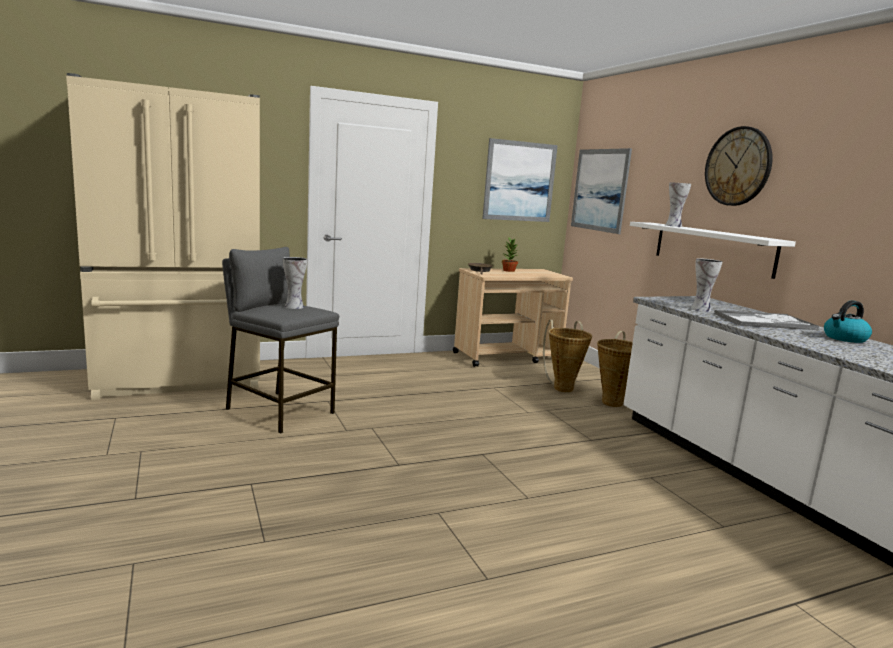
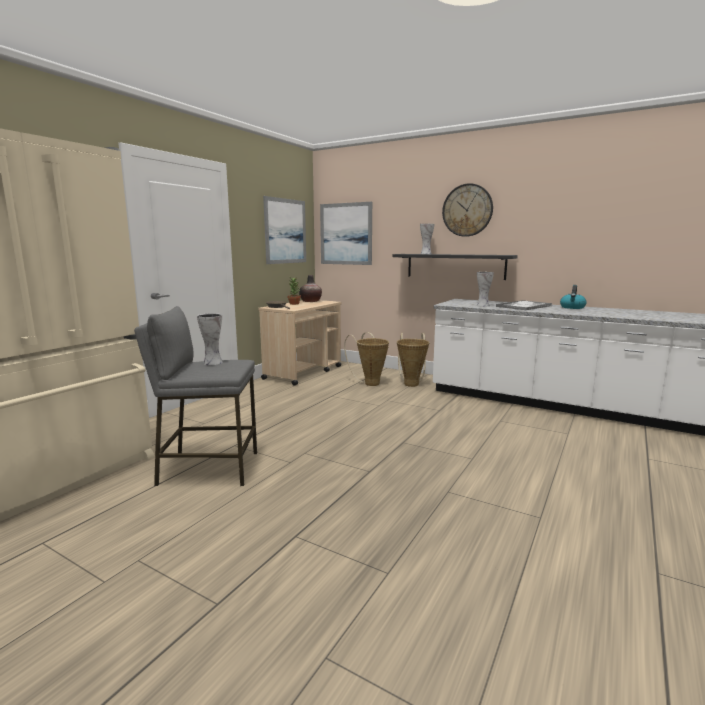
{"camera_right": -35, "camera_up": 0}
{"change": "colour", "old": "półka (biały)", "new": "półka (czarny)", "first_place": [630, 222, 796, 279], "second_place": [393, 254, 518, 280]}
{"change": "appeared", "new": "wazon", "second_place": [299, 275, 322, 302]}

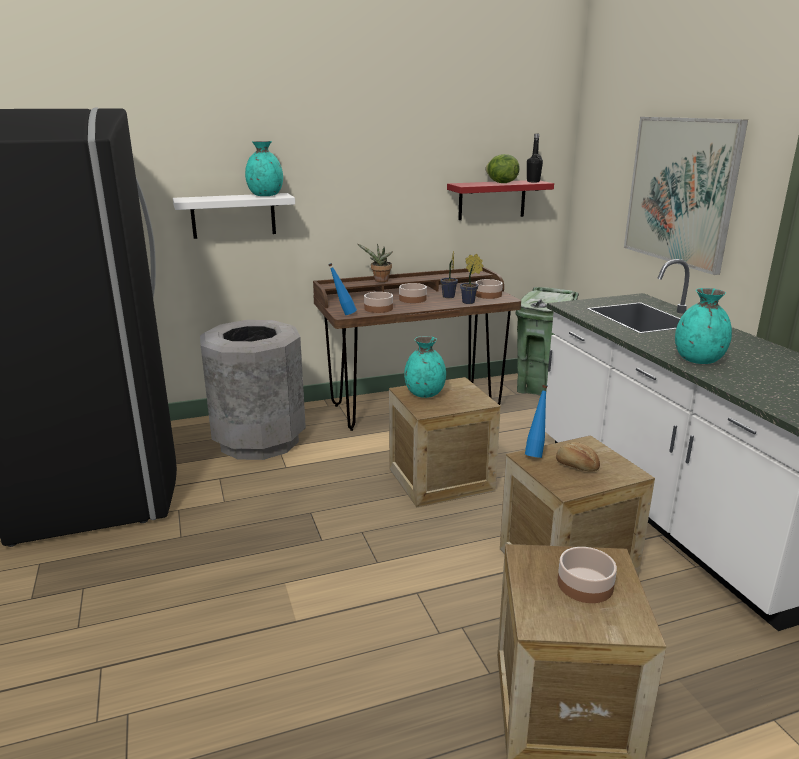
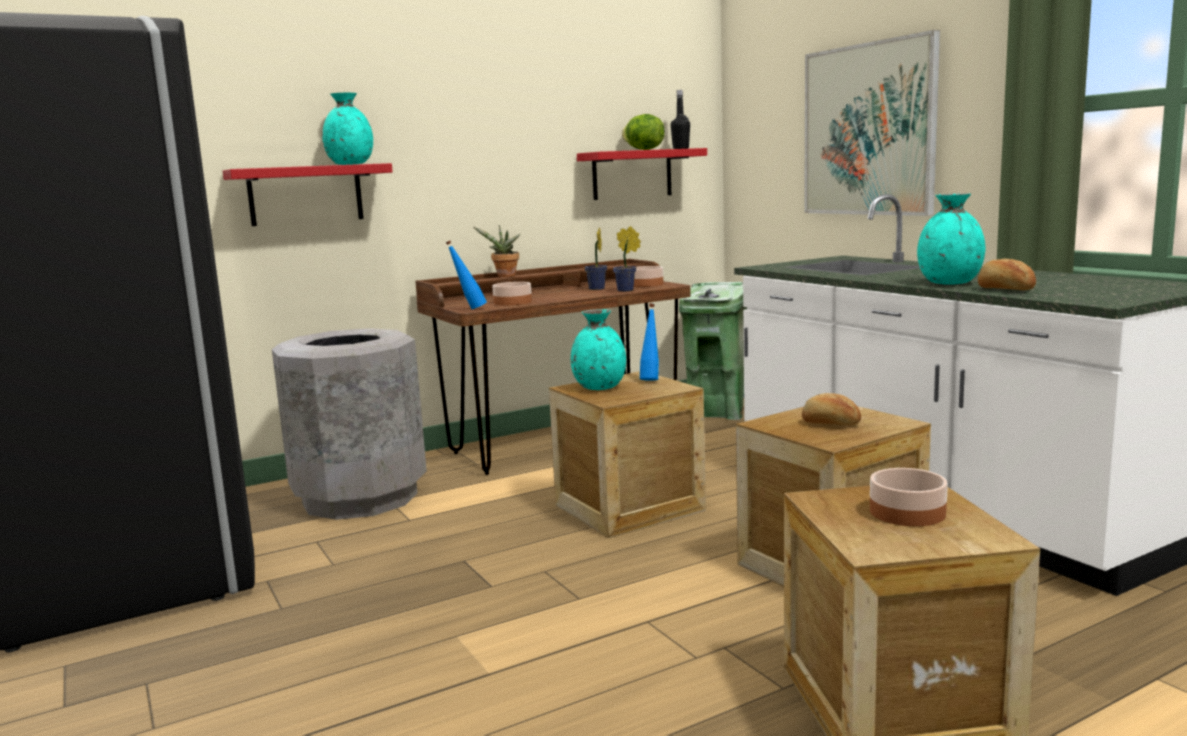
{"camera_right": -10, "camera_up": -10}
{"change": "colour", "old": "półka (biały)", "new": "półka (czerwony)", "first_place": [173, 193, 295, 239], "second_place": [223, 163, 393, 226]}
{"change": "missing", "old": "miska", "first_place": [399, 283, 427, 303]}
{"change": "relocated", "old": "butelka (niebieski)", "first_place": [525, 385, 547, 458], "second_place": [640, 303, 659, 381]}
{"change": "appeared", "new": "chleb", "second_place": [978, 259, 1036, 290]}

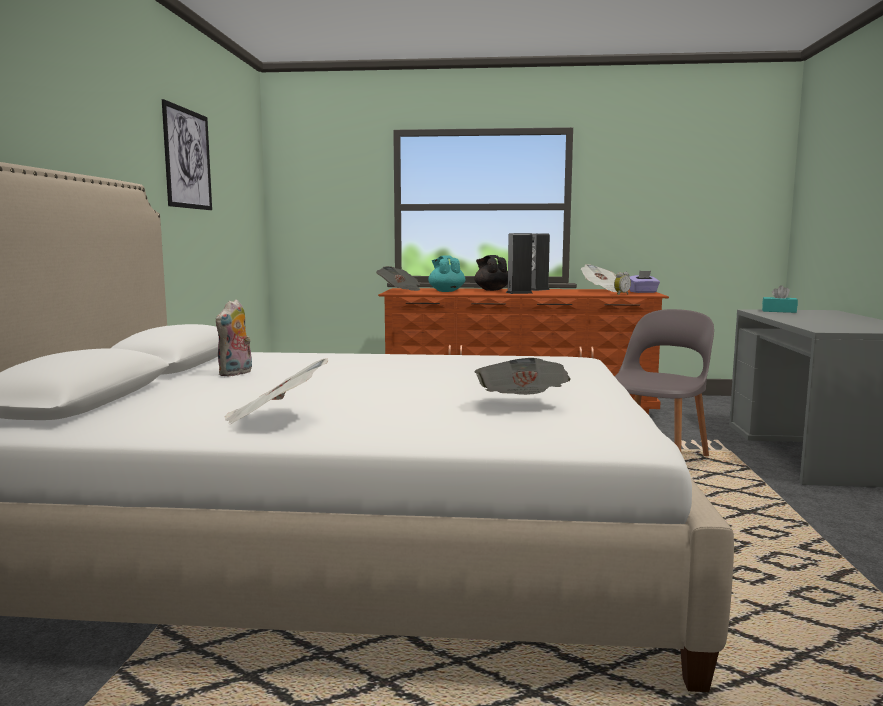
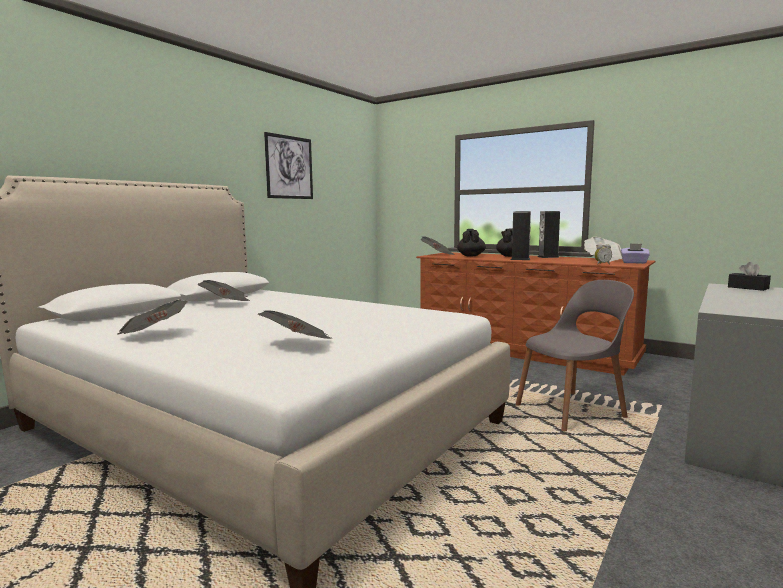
{"camera_right": 30, "camera_up": 0}
{"change": "colour", "old": "imbryk (turkusowy)", "new": "imbryk (czarny)", "first_place": [428, 255, 465, 292], "second_place": [457, 229, 486, 257]}
{"change": "colour", "old": "pudełko chusteczek (turkusowy)", "new": "pudełko chusteczek (czarny)", "first_place": [762, 285, 798, 313], "second_place": [728, 262, 771, 291]}
{"change": "exchanged", "old": "pluszak", "new": "gazeta", "first_place": [216, 299, 252, 377], "second_place": [198, 280, 250, 301]}

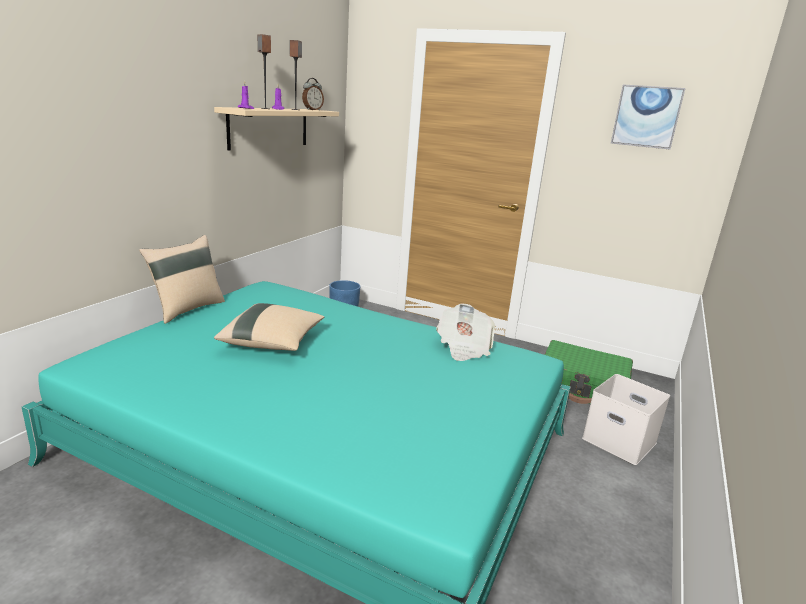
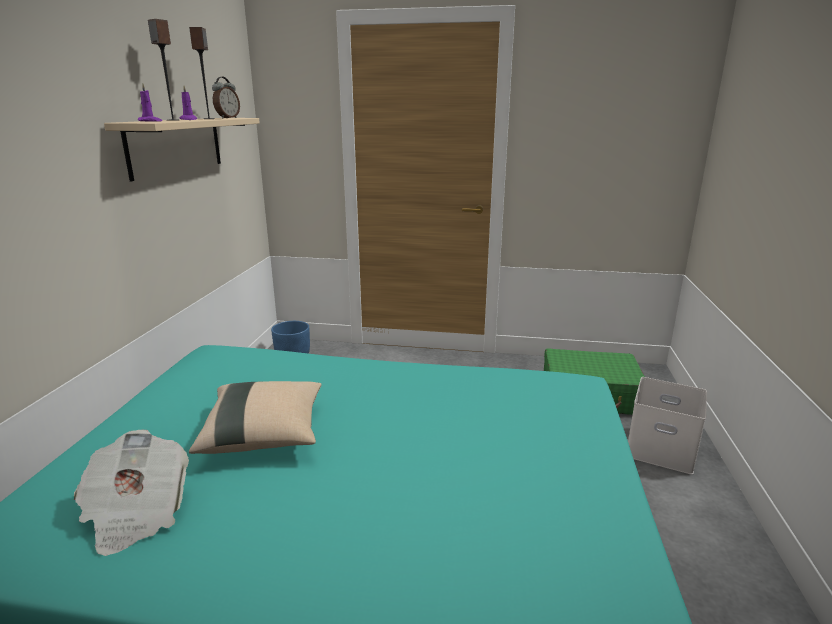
{"camera_right": -15, "camera_up": 0}
{"change": "missing", "old": "obraz", "first_place": [611, 84, 685, 149]}
{"change": "missing", "old": "poduszka (beżowy)", "first_place": [139, 235, 225, 324]}
{"change": "relocated", "old": "gazeta", "first_place": [436, 304, 495, 361], "second_place": [74, 430, 189, 556]}

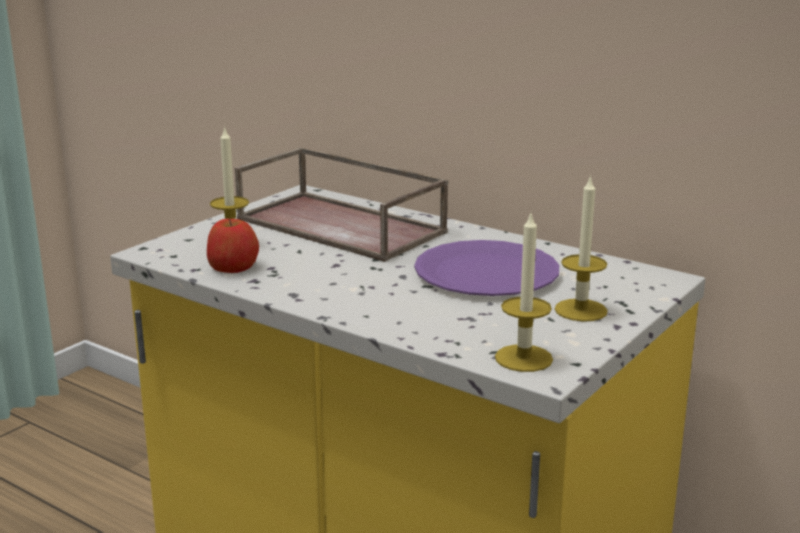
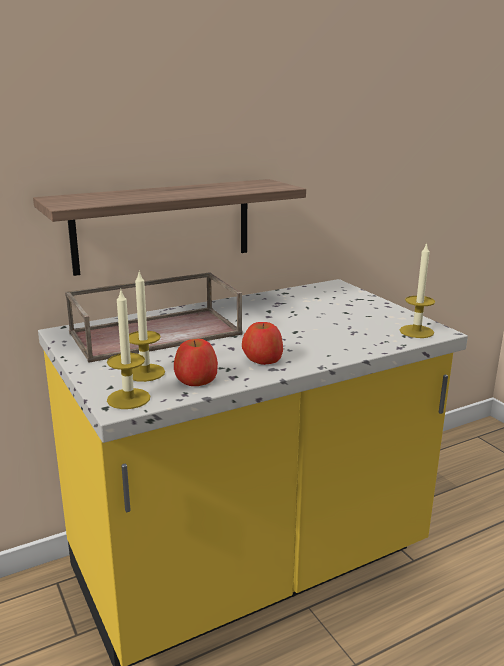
{"camera_right": -65, "camera_up": 0}
{"change": "relocated", "old": "świeca", "first_place": [555, 175, 608, 322], "second_place": [107, 291, 150, 409]}
{"change": "missing", "old": "talerz (fioletowy)", "first_place": [414, 240, 559, 296]}
{"change": "appeared", "new": "półka", "second_place": [33, 179, 306, 276]}
{"change": "appeared", "new": "jabłko", "second_place": [242, 322, 283, 365]}

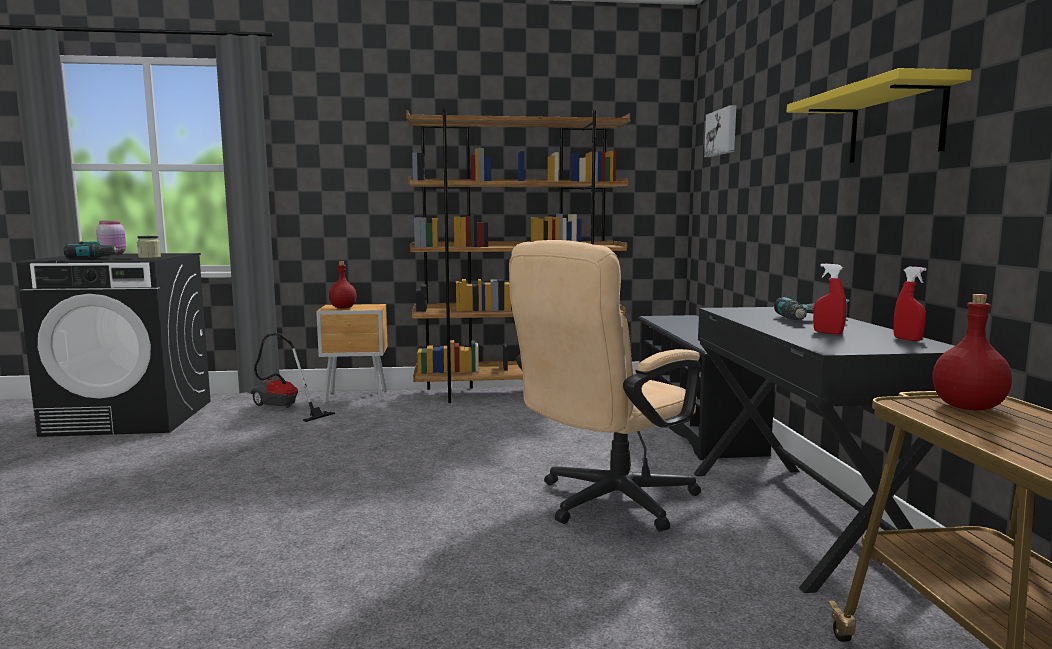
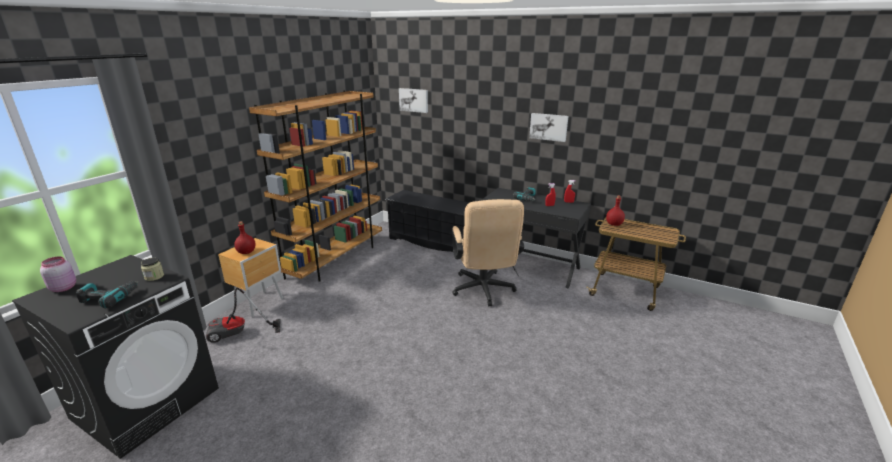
{"camera_right": -55, "camera_up": 15}
{"change": "exchanged", "old": "półka (żółty)", "new": "obraz", "first_place": [787, 68, 972, 163], "second_place": [529, 113, 568, 142]}

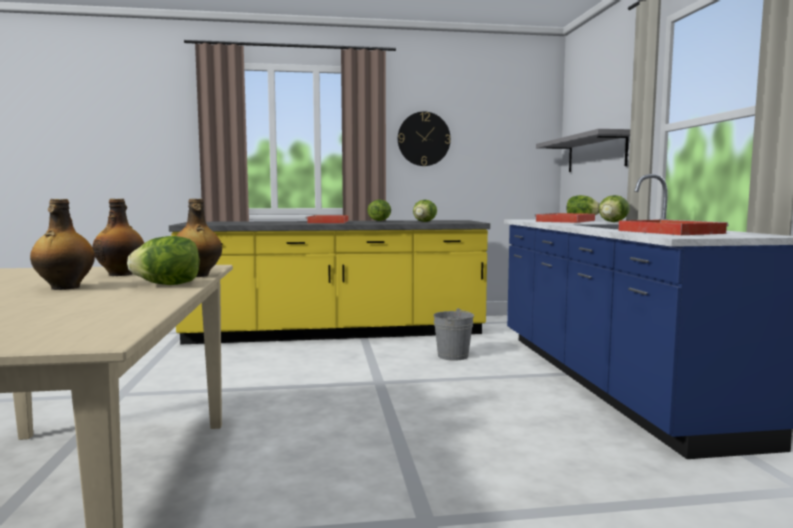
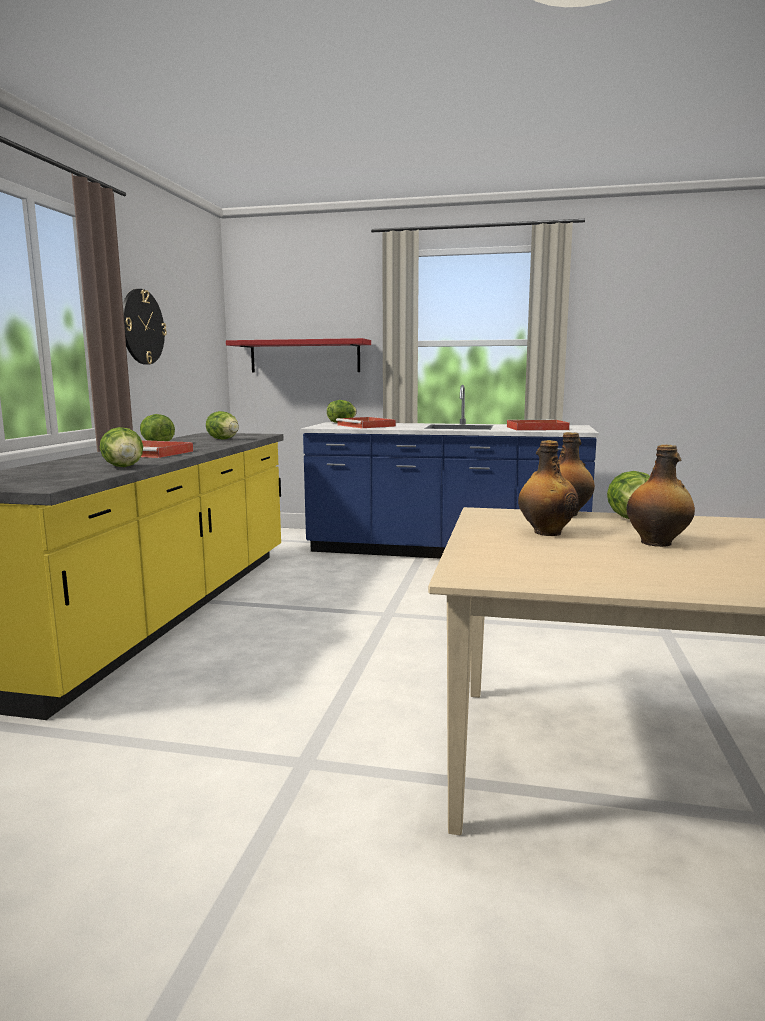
{"camera_right": -70, "camera_up": 5}
{"change": "colour", "old": "półka (szary)", "new": "półka (czerwony)", "first_place": [536, 129, 630, 172], "second_place": [226, 338, 371, 373]}
{"change": "relocated", "old": "sałata", "first_place": [599, 195, 630, 222], "second_place": [100, 427, 143, 467]}
{"change": "missing", "old": "wiadro (szary)", "first_place": [434, 308, 474, 361]}

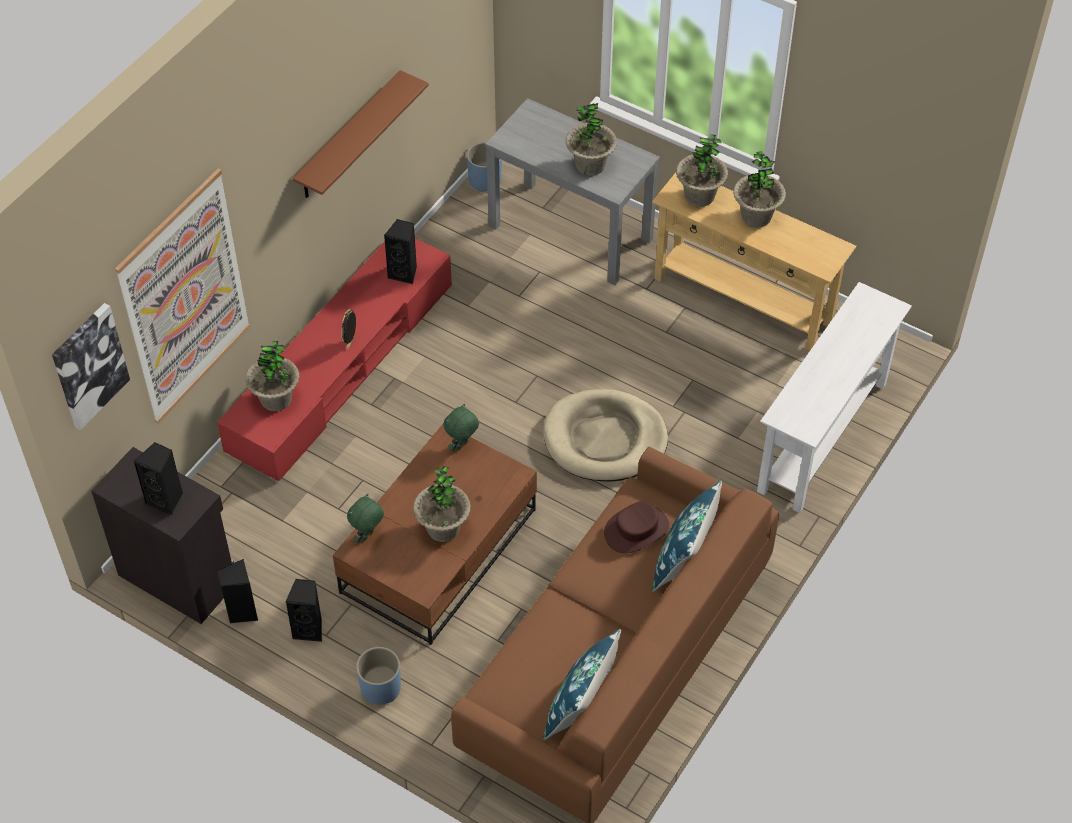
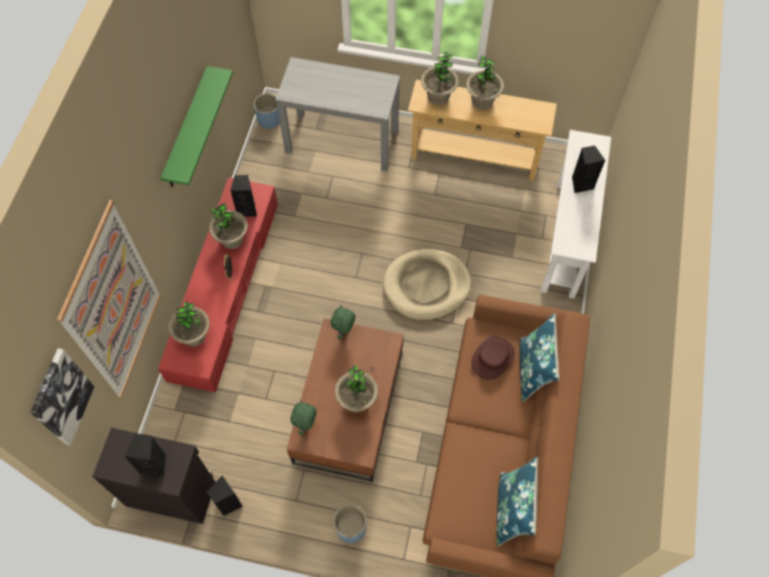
{"camera_right": -20, "camera_up": 10}
{"change": "colour", "old": "półka (brązowy)", "new": "półka (zielony)", "first_place": [292, 70, 429, 198], "second_place": [160, 66, 233, 187]}
{"change": "relocated", "old": "roślina doniczkowa", "first_place": [565, 103, 617, 176], "second_place": [209, 203, 248, 249]}
{"change": "relocated", "old": "głośnik (czarny)", "first_place": [286, 579, 322, 642], "second_place": [572, 145, 605, 193]}

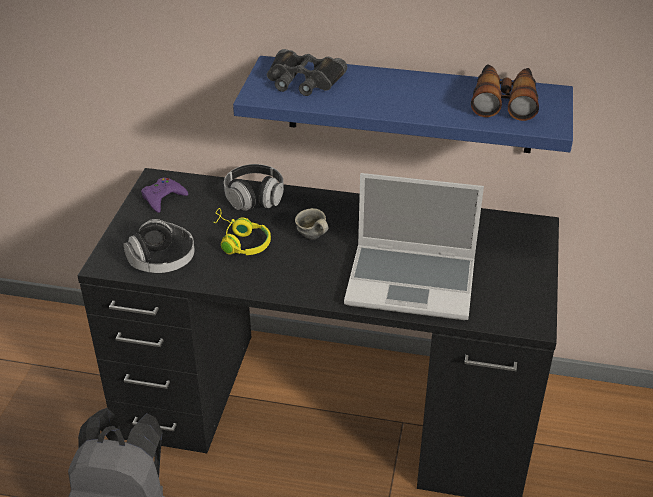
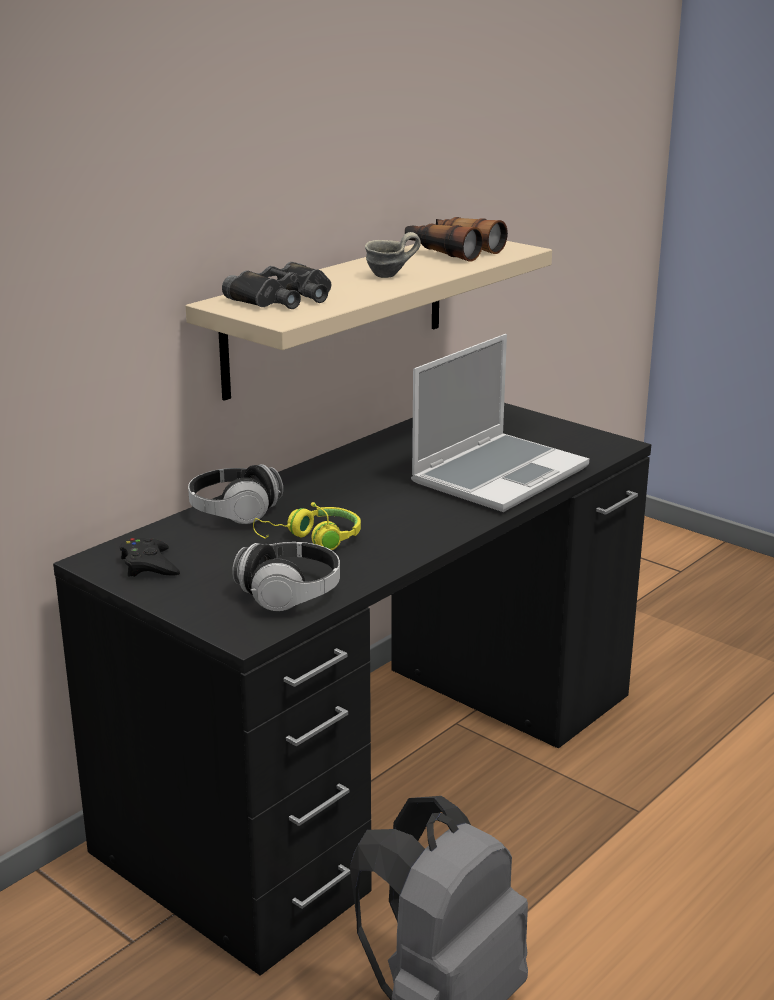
{"camera_right": -60, "camera_up": -15}
{"change": "colour", "old": "półka (niebieski)", "new": "półka (beżowy)", "first_place": [233, 56, 573, 153], "second_place": [186, 241, 552, 401]}
{"change": "colour", "old": "pad do gier (fioletowy)", "new": "pad do gier (czarny)", "first_place": [141, 178, 188, 213], "second_place": [120, 538, 180, 577]}
{"change": "relocated", "old": "kubek (szary)", "first_place": [295, 208, 328, 240], "second_place": [365, 232, 421, 278]}

